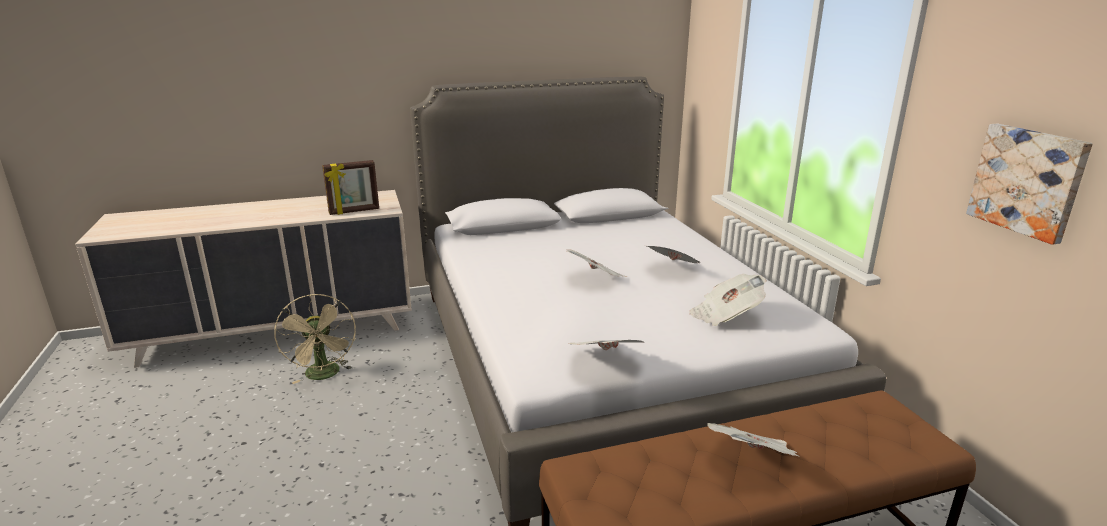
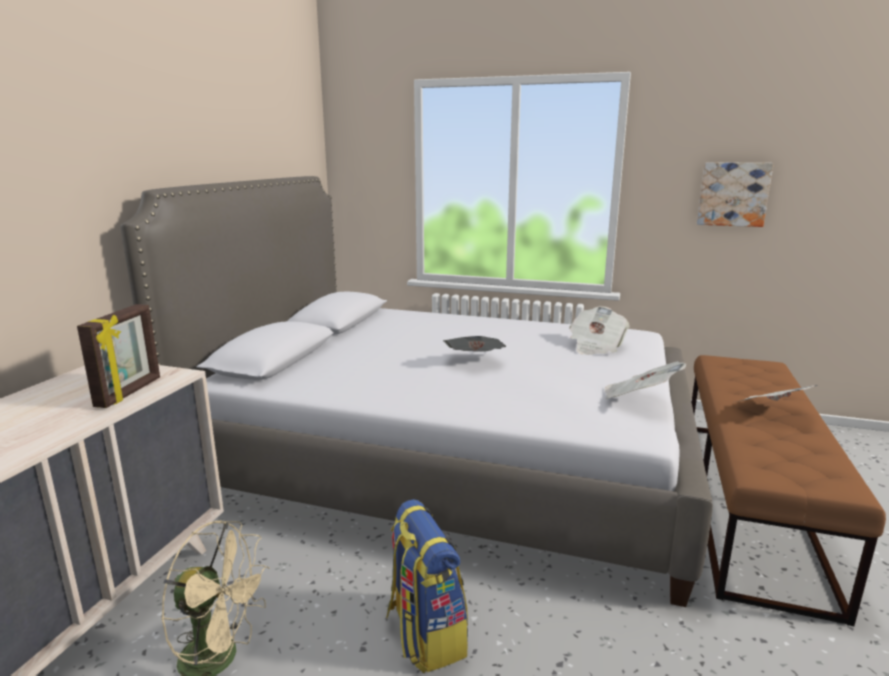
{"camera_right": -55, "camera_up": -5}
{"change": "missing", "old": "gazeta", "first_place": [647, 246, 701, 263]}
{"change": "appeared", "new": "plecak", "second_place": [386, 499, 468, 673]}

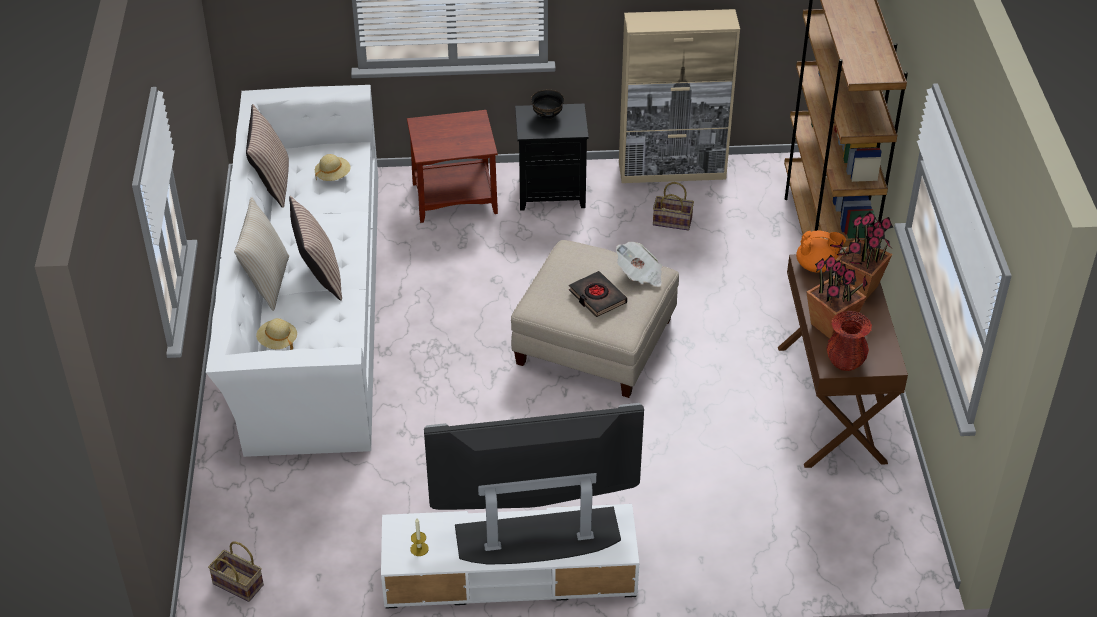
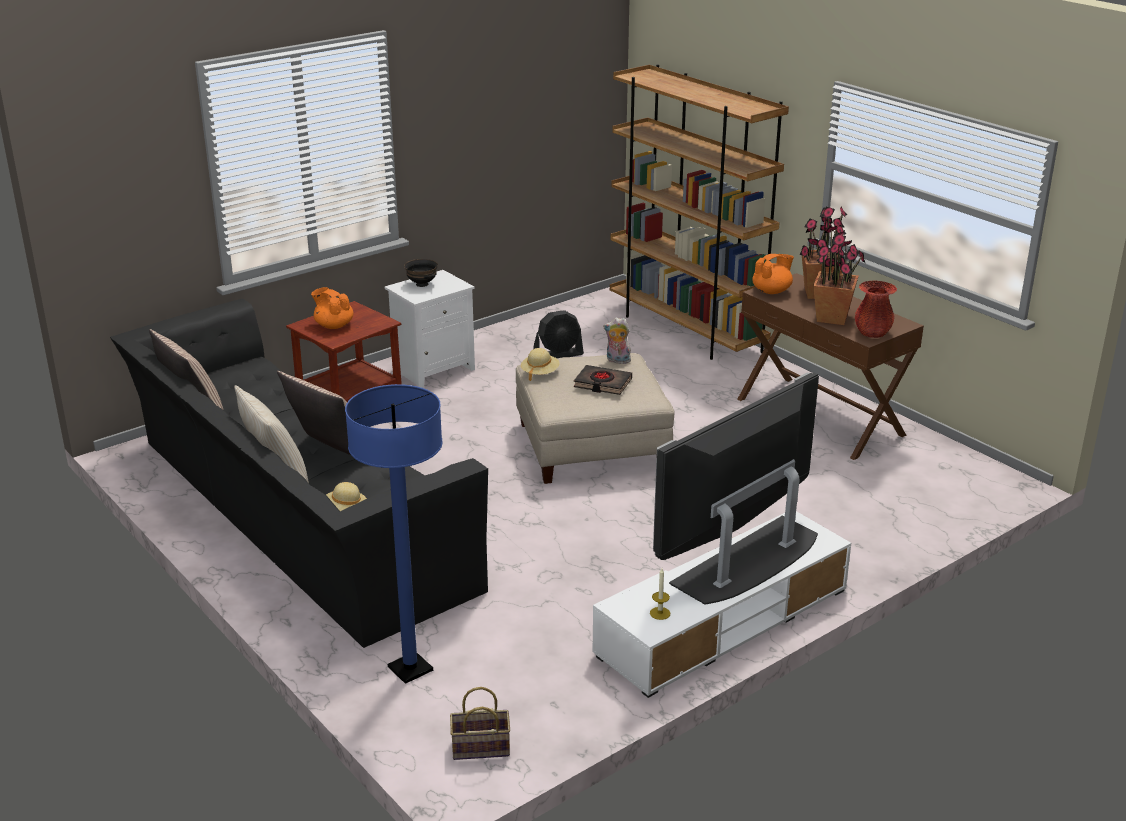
{"camera_right": -35, "camera_up": -15}
{"change": "missing", "old": "szafka (beżowy)", "first_place": [619, 9, 740, 183]}
{"change": "colour", "old": "kanapa (biały)", "new": "kanapa (czarny)", "first_place": [206, 85, 378, 457], "second_place": [110, 298, 488, 648]}
{"change": "colour", "old": "szafka nocna (czarny)", "new": "szafka nocna (biały)", "first_place": [515, 104, 589, 211], "second_place": [384, 270, 475, 388]}
{"change": "relocated", "old": "kapelusz (beżowy)", "first_place": [315, 154, 350, 181], "second_place": [521, 348, 560, 381]}
{"change": "exchanged", "old": "koszyk", "new": "wentylator (czarny)", "first_place": [653, 182, 694, 231], "second_place": [533, 310, 584, 358]}
{"change": "exchanged", "old": "gazeta", "new": "pluszak", "first_place": [616, 242, 662, 287], "second_place": [603, 317, 631, 364]}
{"change": "appeared", "new": "imbryk (pomarańczowy)", "second_place": [311, 287, 353, 329]}
{"change": "appeared", "new": "lampa stojąca (niebieski)", "second_place": [345, 384, 443, 684]}

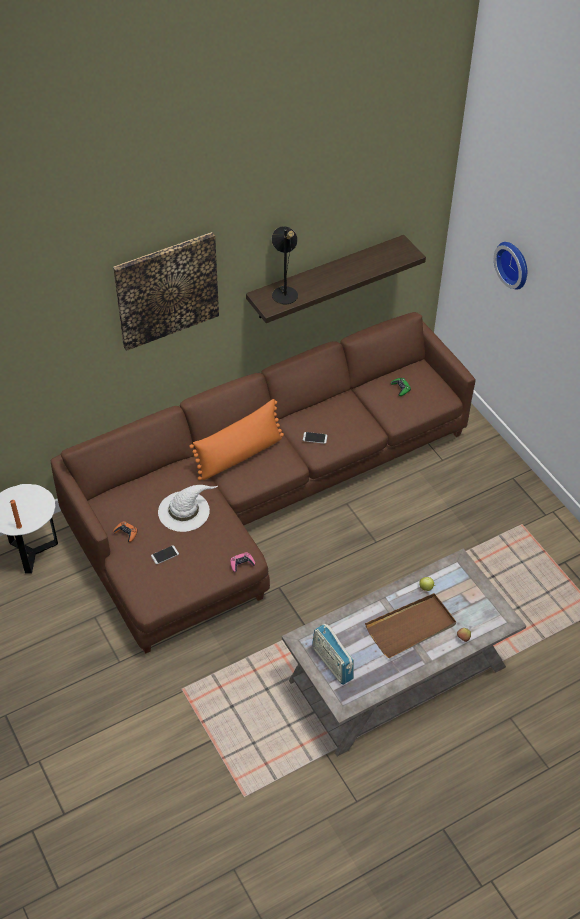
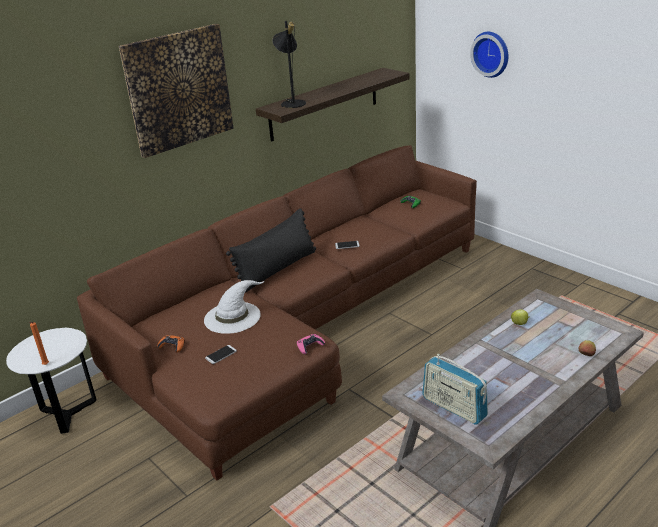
{"camera_right": -10, "camera_up": -20}
{"change": "colour", "old": "poduszka (pomarańczowy)", "new": "poduszka (czarny)", "first_place": [189, 399, 284, 480], "second_place": [226, 208, 316, 292]}
{"change": "missing", "old": "taca (brązowy)", "first_place": [365, 593, 456, 658]}

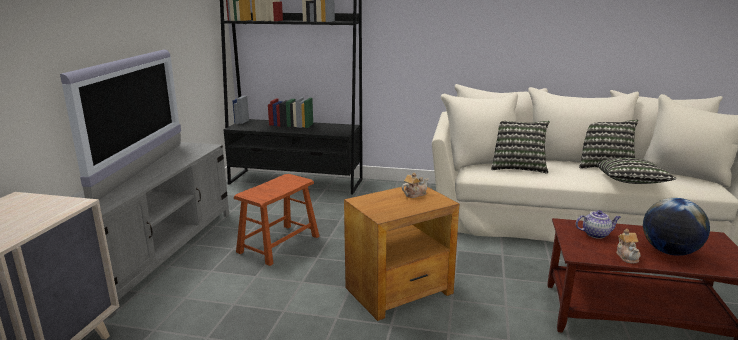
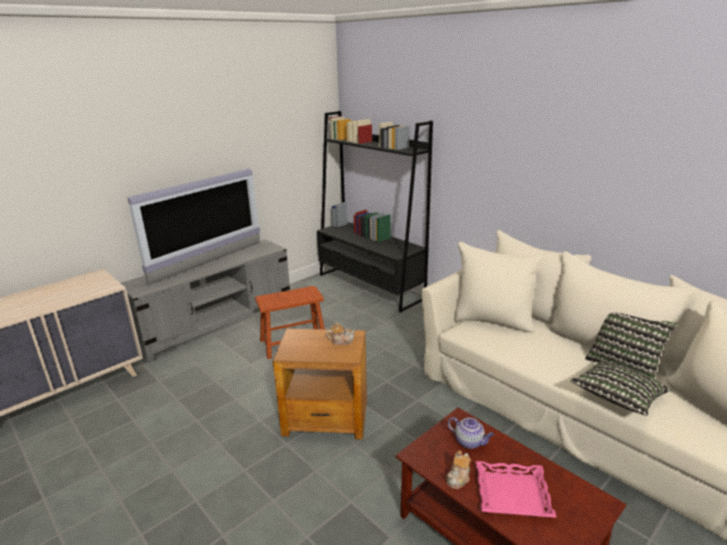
{"camera_right": 35, "camera_up": 5}
{"change": "missing", "old": "poduszka", "first_place": [491, 121, 550, 174]}
{"change": "exchanged", "old": "globus", "new": "taca (różowy)", "first_place": [643, 198, 710, 256], "second_place": [476, 461, 557, 518]}

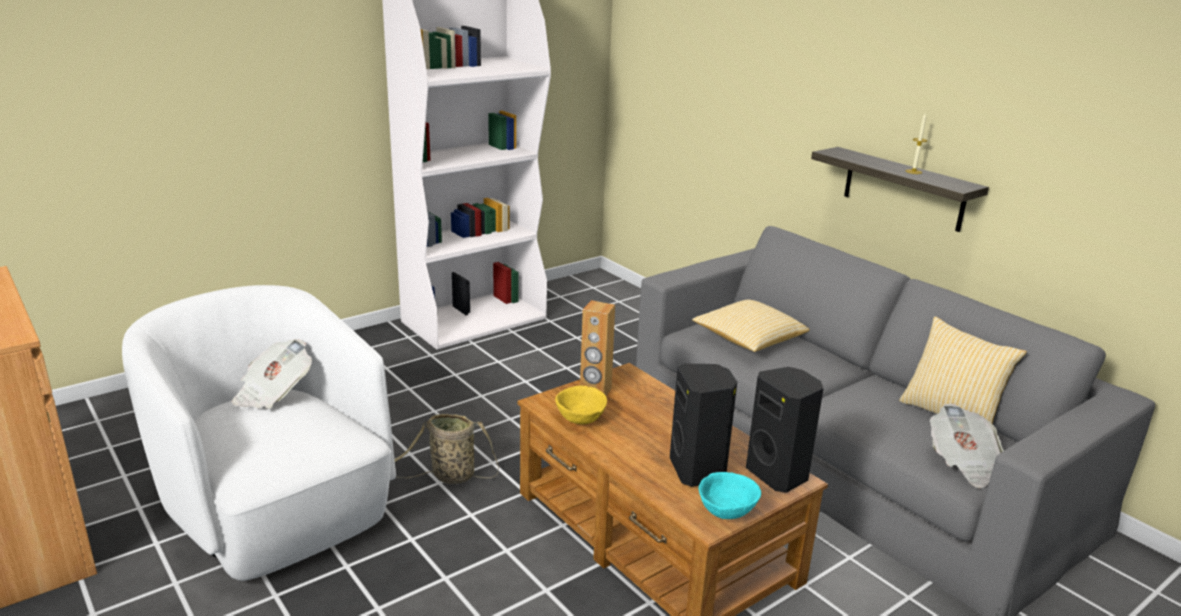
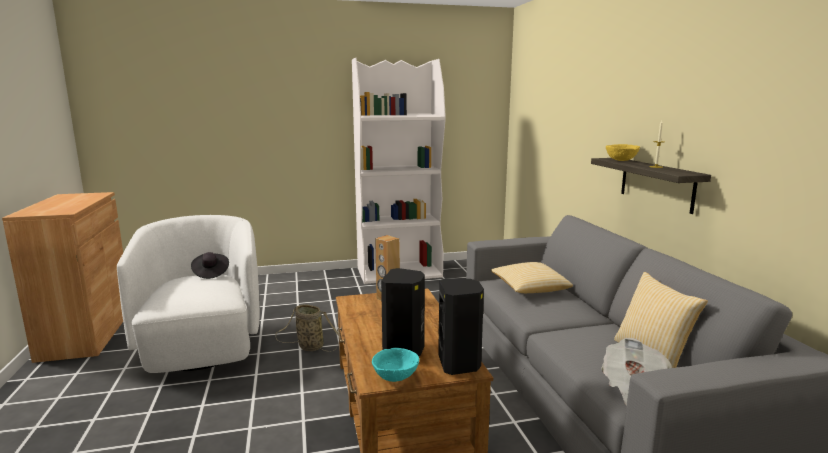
{"camera_right": 25, "camera_up": -10}
{"change": "exchanged", "old": "gazeta", "new": "kapelusz (czarny)", "first_place": [232, 339, 312, 409], "second_place": [191, 252, 229, 279]}
{"change": "relocated", "old": "miska (żółty)", "first_place": [555, 386, 607, 424], "second_place": [606, 144, 640, 161]}

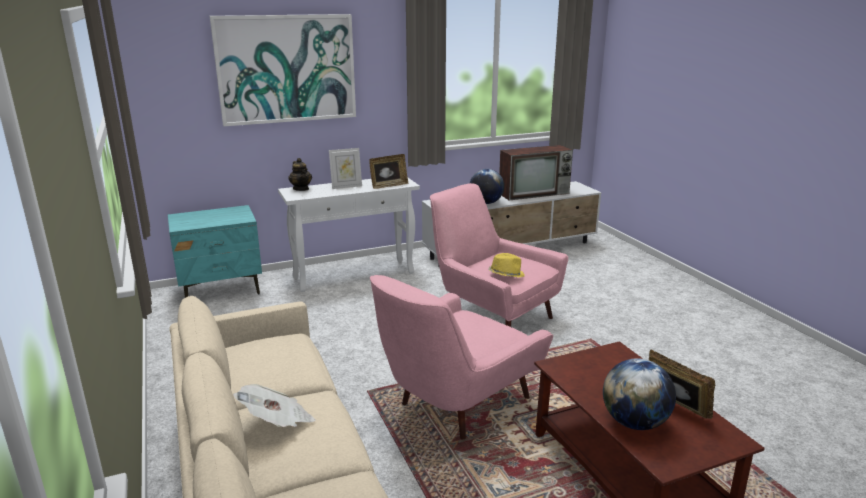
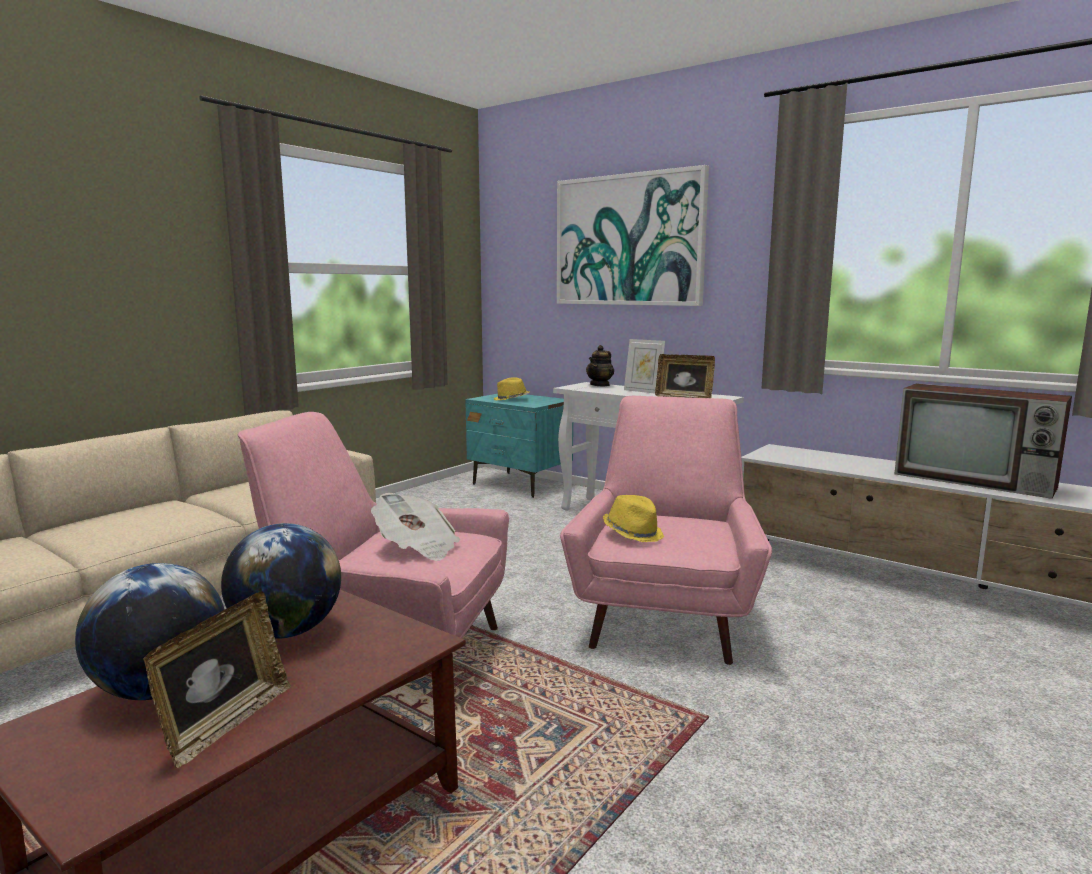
{"camera_right": 60, "camera_up": -10}
{"change": "relocated", "old": "globus", "first_place": [470, 169, 504, 204], "second_place": [221, 523, 341, 639]}
{"change": "relocated", "old": "gazeta", "first_place": [233, 384, 316, 427], "second_place": [371, 493, 460, 561]}
{"change": "appeared", "new": "kapelusz (żółty)", "second_place": [494, 377, 530, 400]}

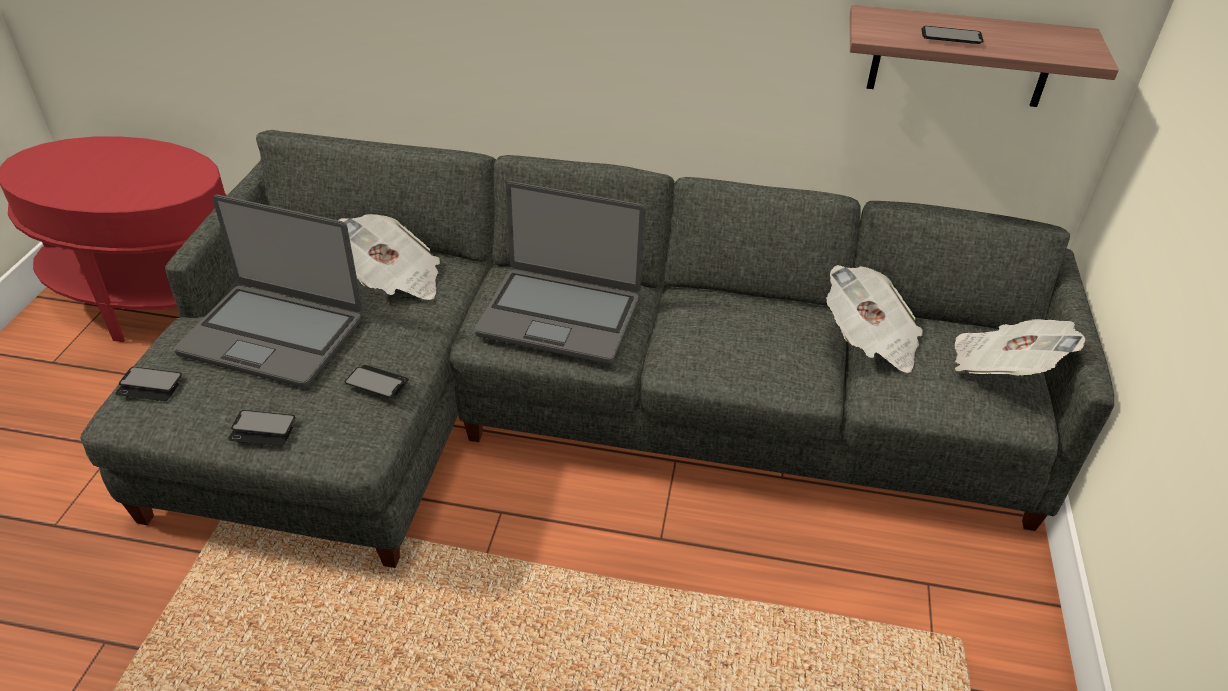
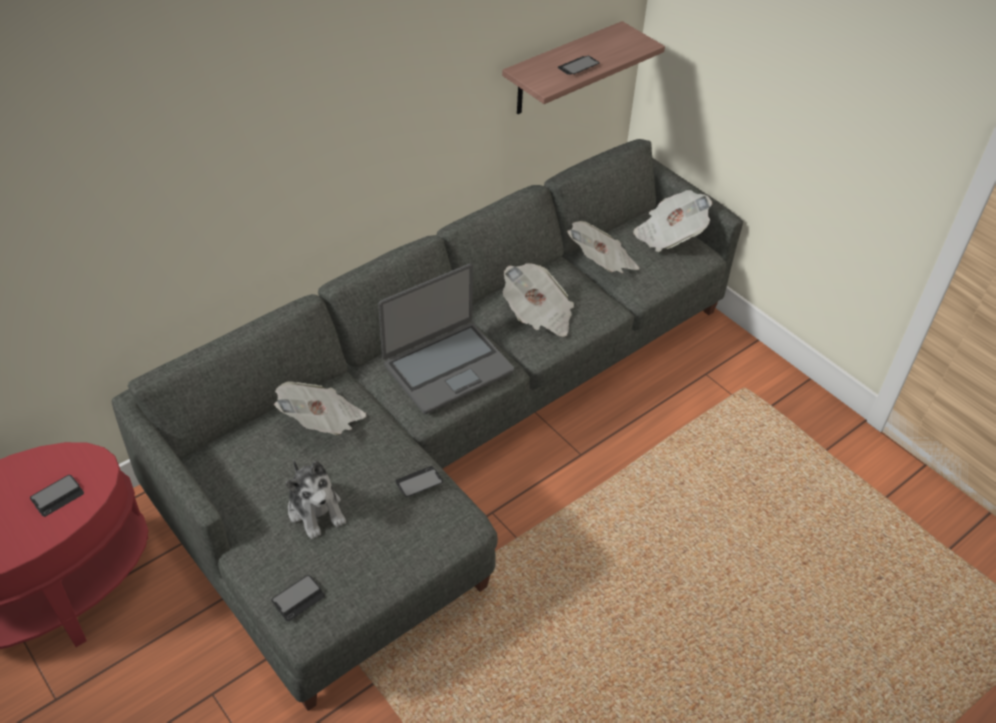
{"camera_right": -50, "camera_up": 5}
{"change": "exchanged", "old": "laptop", "new": "pluszak", "first_place": [174, 195, 362, 388], "second_place": [286, 460, 346, 539]}
{"change": "relocated", "old": "telefon", "first_place": [228, 410, 295, 446], "second_place": [30, 475, 84, 517]}
{"change": "appeared", "new": "gazeta", "second_place": [503, 263, 574, 337]}

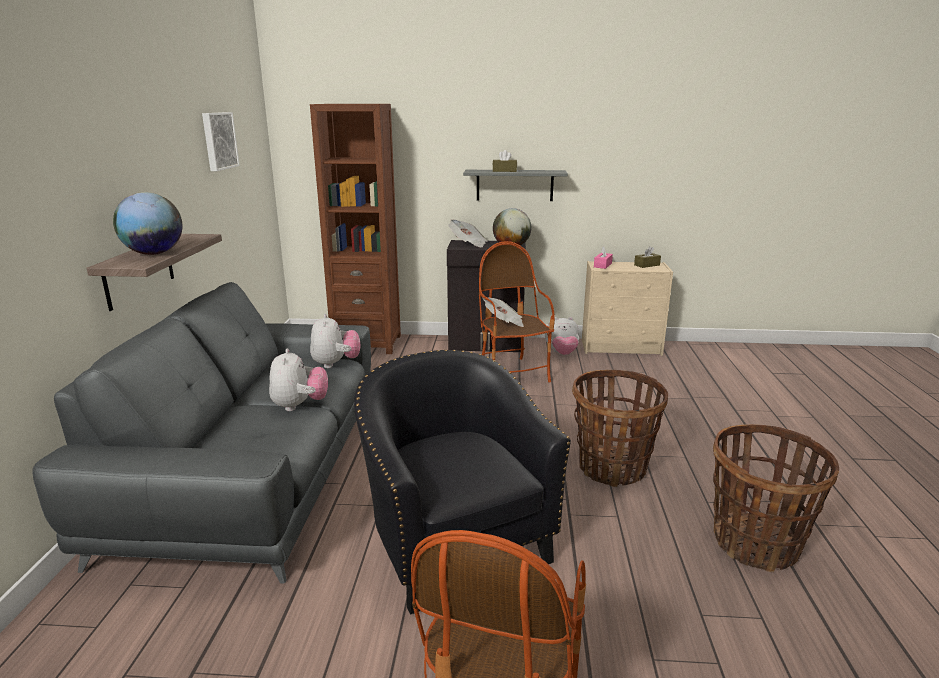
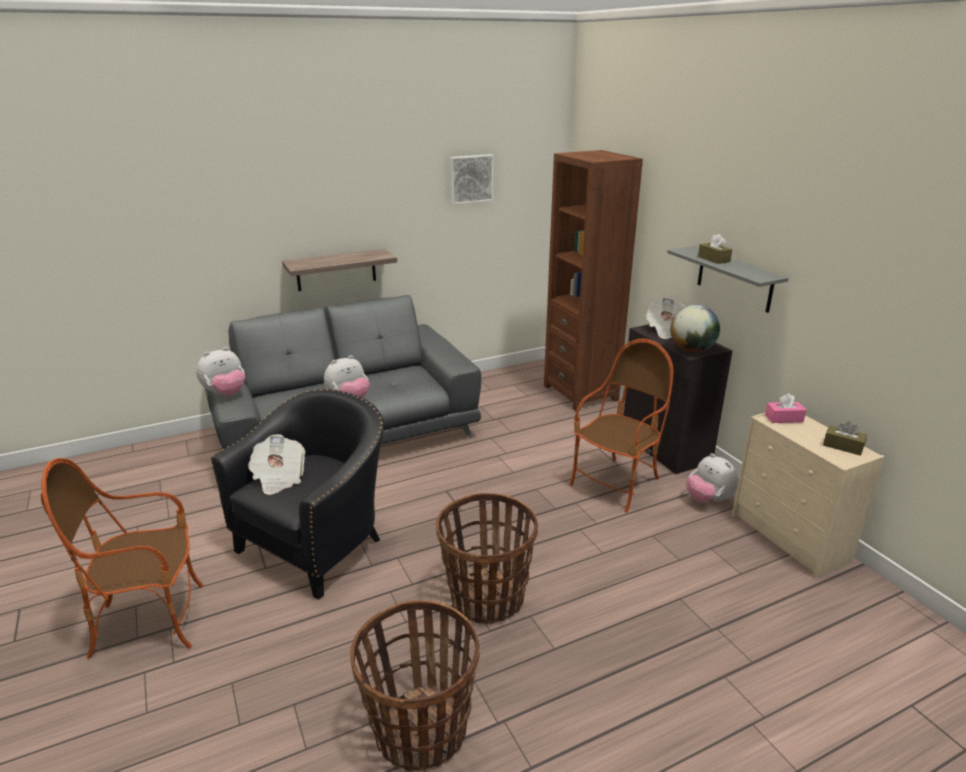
{"camera_right": 60, "camera_up": 5}
{"change": "missing", "old": "globus", "first_place": [113, 192, 182, 255]}
{"change": "relocated", "old": "gazeta", "first_place": [483, 297, 524, 327], "second_place": [248, 434, 306, 495]}
{"change": "relocated", "old": "pluszak", "first_place": [310, 314, 360, 368], "second_place": [196, 347, 245, 396]}

